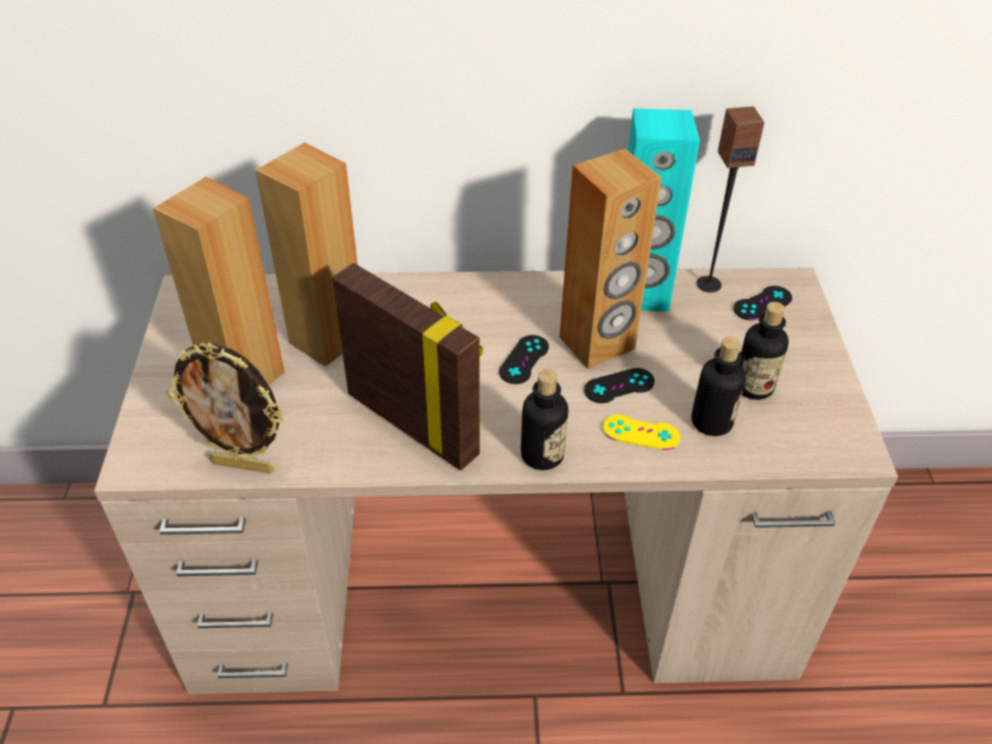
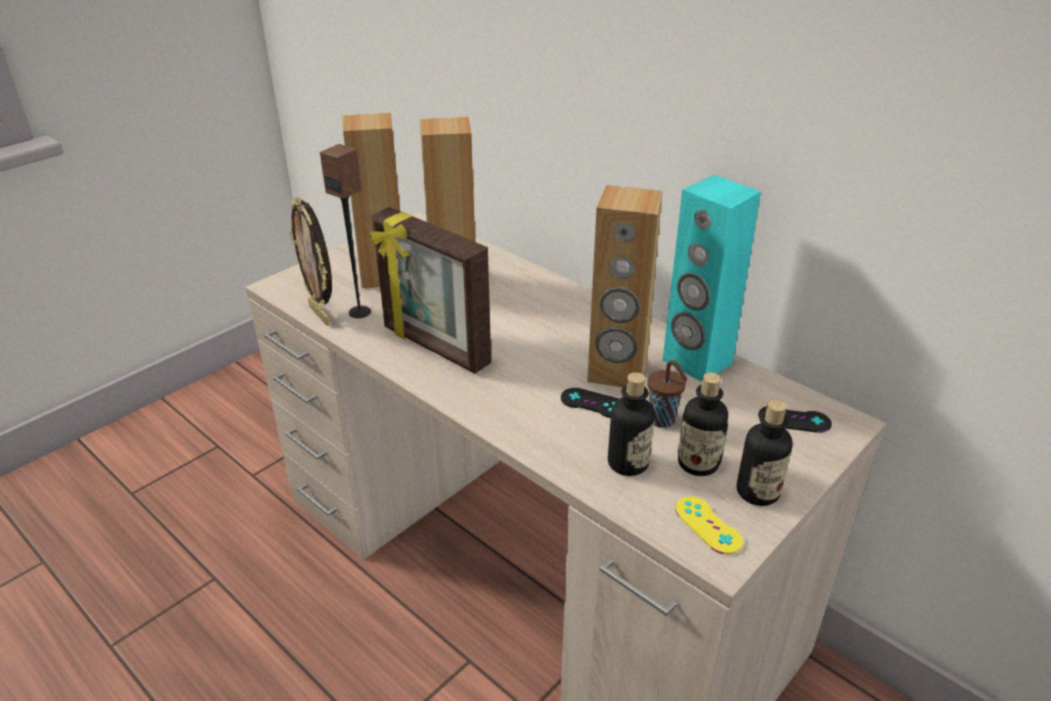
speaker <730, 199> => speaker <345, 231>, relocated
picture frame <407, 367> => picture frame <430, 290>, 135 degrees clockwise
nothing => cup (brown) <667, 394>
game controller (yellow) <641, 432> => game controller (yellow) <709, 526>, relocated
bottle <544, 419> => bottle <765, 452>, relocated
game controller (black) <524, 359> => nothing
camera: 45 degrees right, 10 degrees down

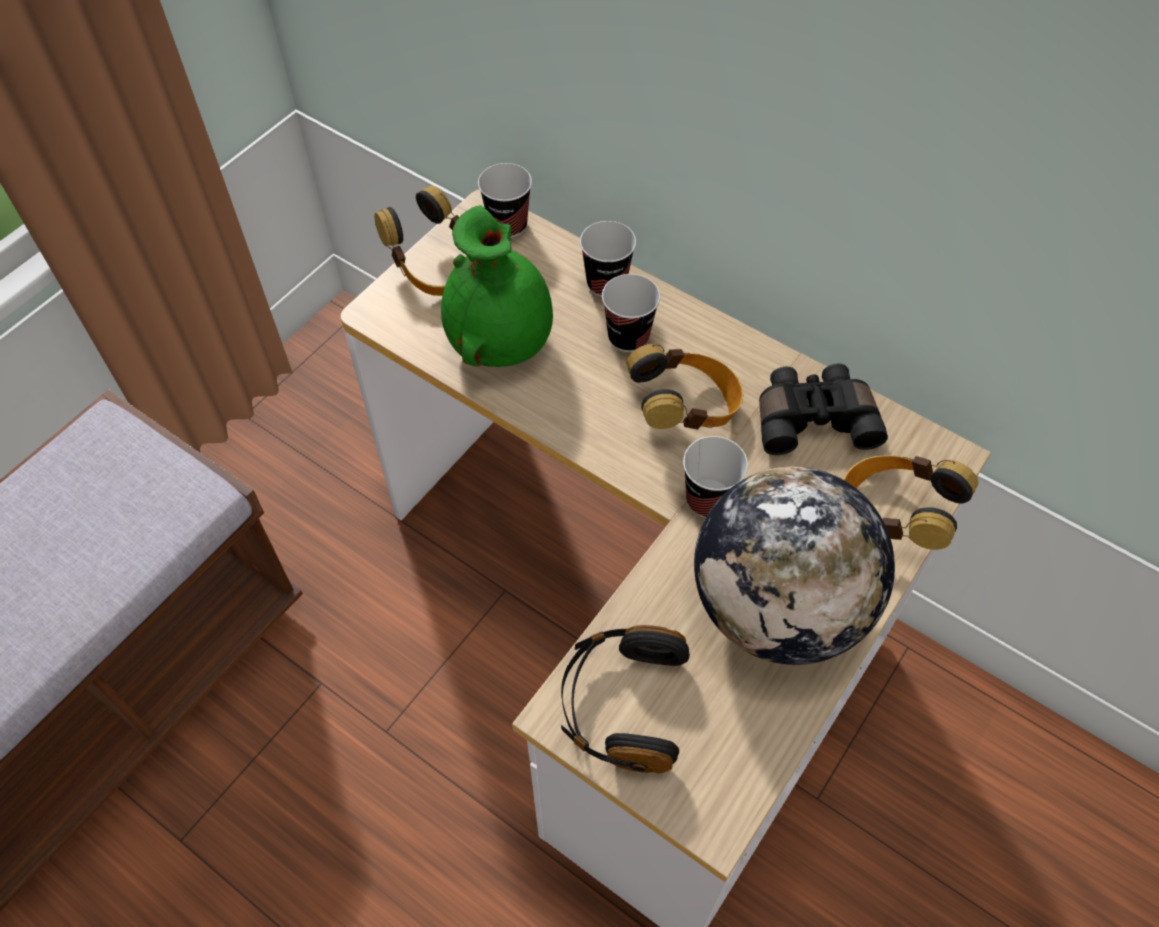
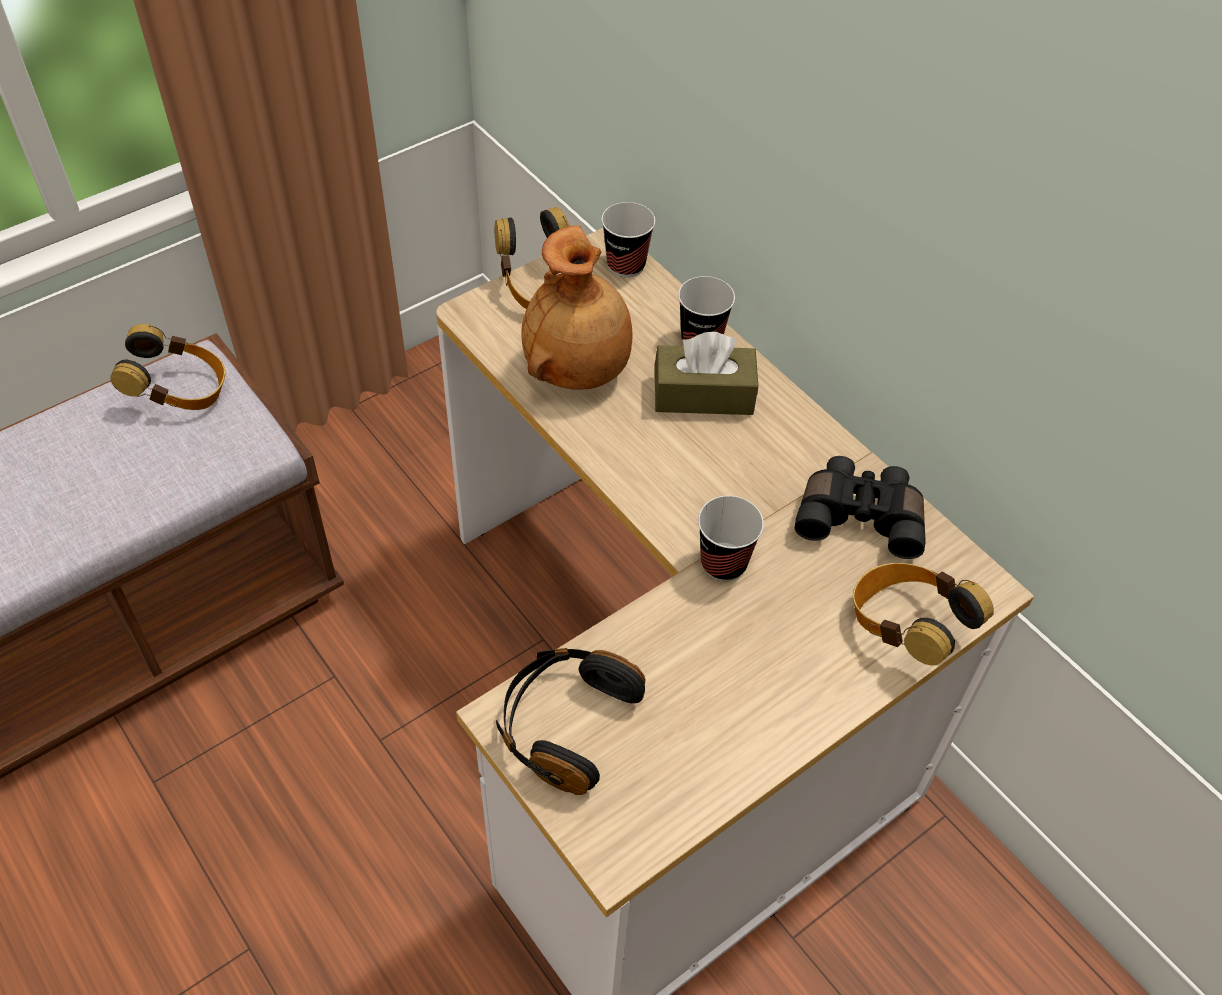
headphones <684, 387> => headphones <167, 367>, relocated
vase (green) <497, 286> => vase (brown) <577, 307>
cup <631, 313> => tissue box (brown) <706, 373>
globe <794, 565> => nothing
camera: 15 degrees right, 5 degrees down

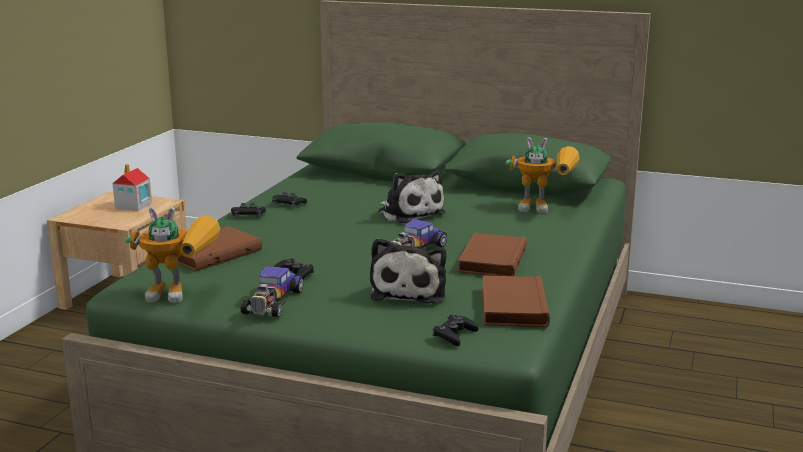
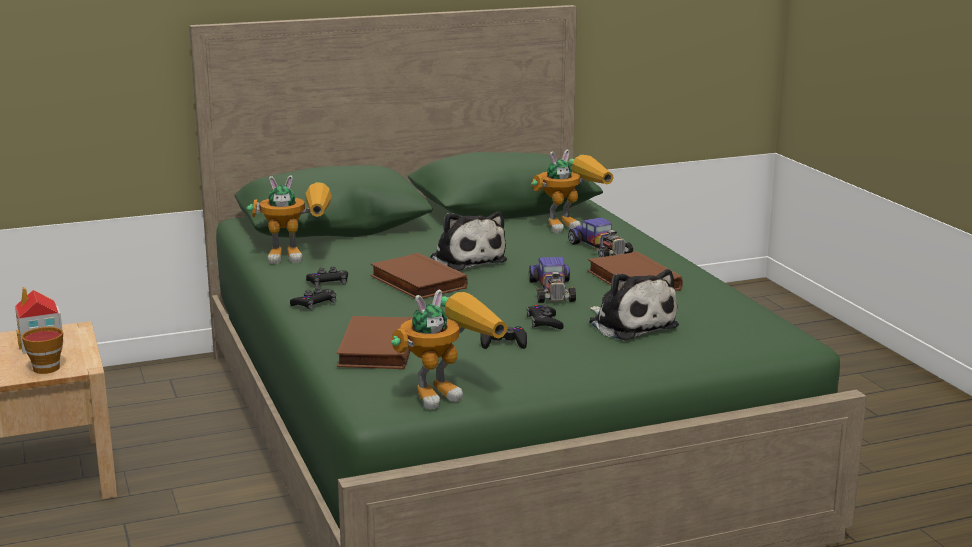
nothing => cup <42, 350>
nothing => toy robot <289, 219>
book (brown) <516, 301> => book (brown) <419, 276>, relocated
plush toy <412, 197> => plush toy <469, 241>, 45 degrees clockwise
game controller (black) <455, 330> => game controller (black) <545, 316>, relocated
toy car <272, 291> => toy car <600, 237>, relocated
camera: 40 degrees left, 0 degrees up

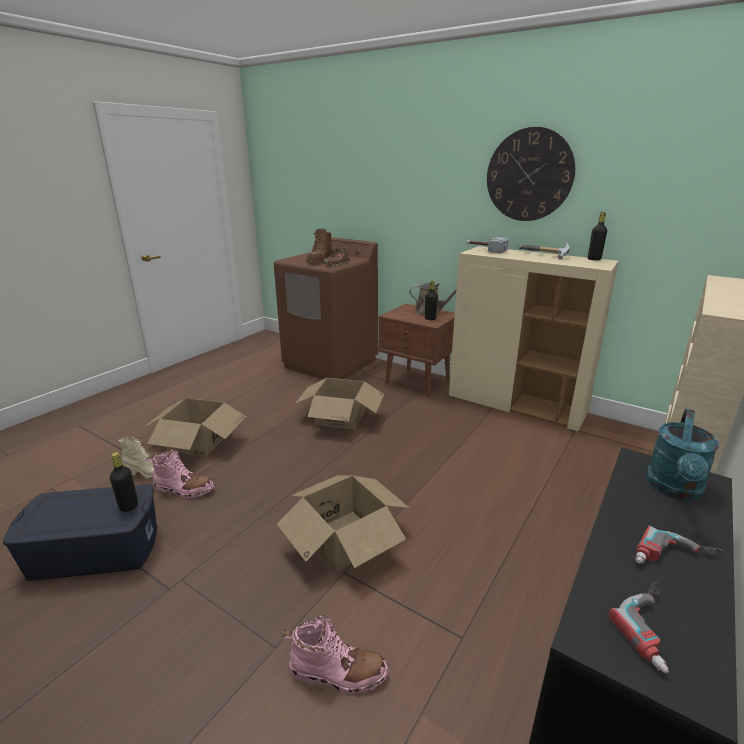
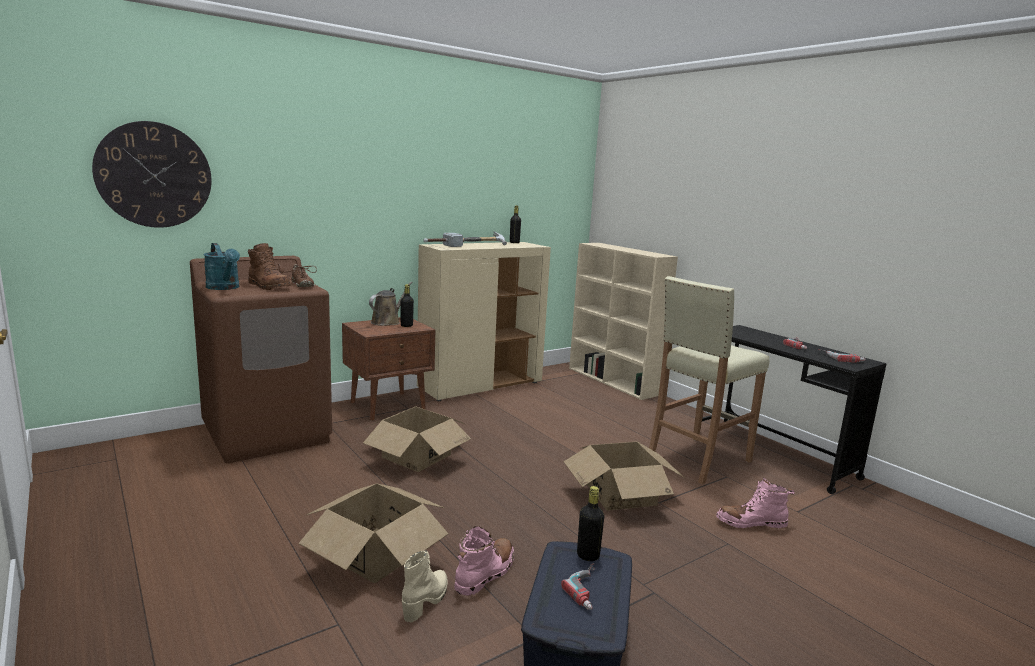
wall clock <531, 174> => wall clock <152, 174>, relocated
watering can (turquoise) <682, 454> => watering can (turquoise) <222, 266>, relocated
nothing => power drill <578, 586>
nothing => stool (beige) <709, 380>
boot (pink) <335, 654> => boot (pink) <755, 503>, 120 degrees counterclockwise
camera: 70 degrees left, 10 degrees down

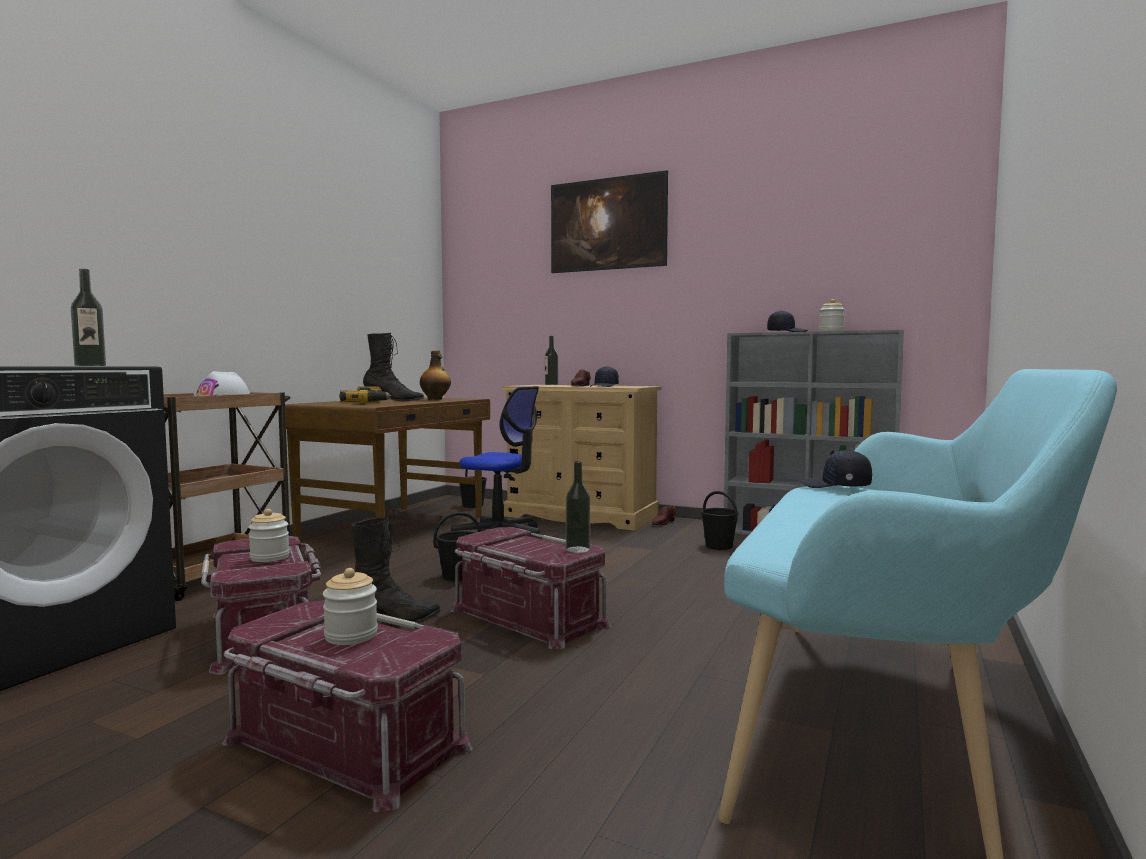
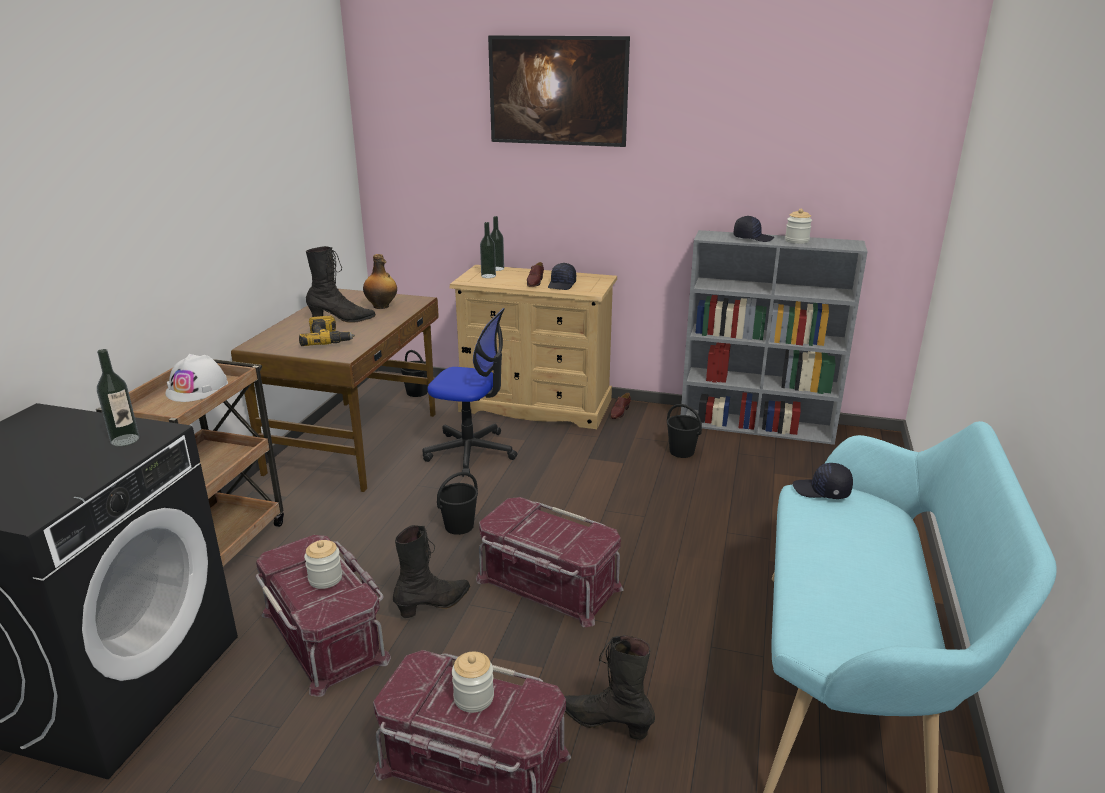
bottle <578, 507> => bottle <488, 250>, relocated
nothing => boot (black) <609, 687>
camera: 10 degrees left, 20 degrees up

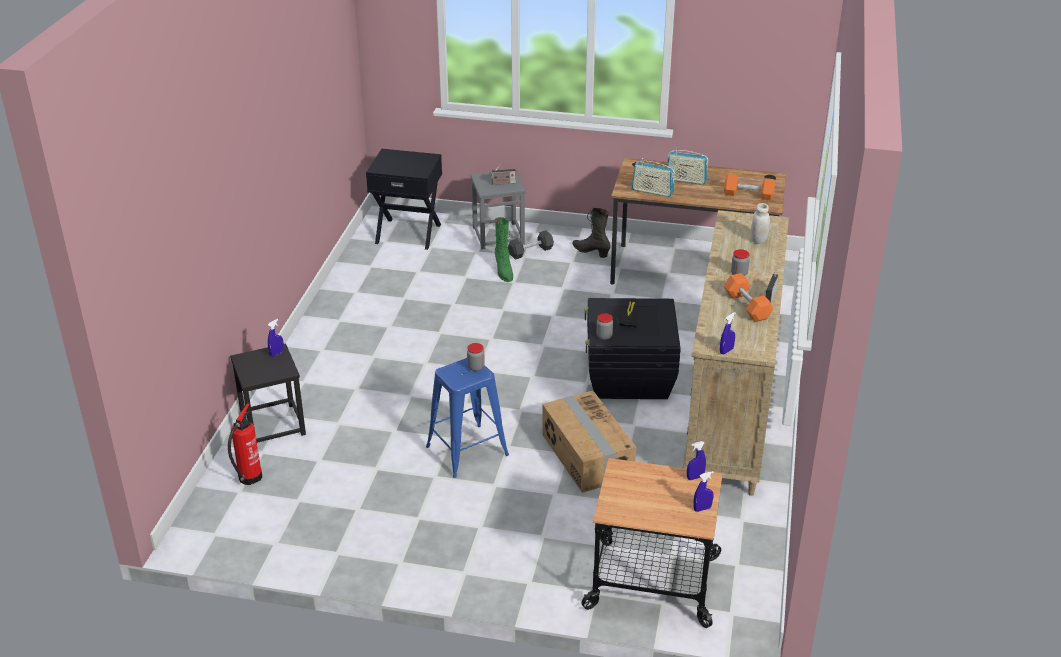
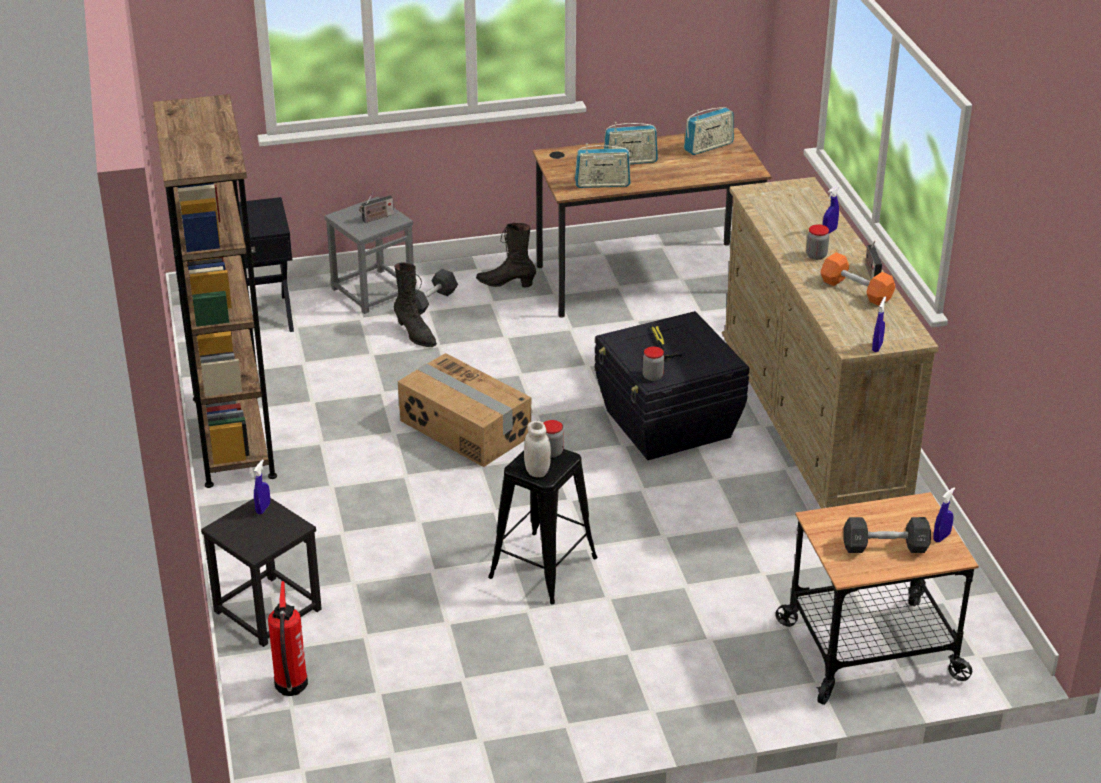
nothing => bookcase (brown) <215, 291>
boot (green) <504, 249> => boot (black) <415, 304>
cardboard box <589, 442> => cardboard box <464, 410>, relocated
stool (blue) <467, 418> => stool (black) <542, 526>
jar (white) <760, 223> => jar (white) <537, 449>, relocated
nothing => radio <709, 131>
spray bottle (blue) <696, 460> => spray bottle (blue) <831, 210>, relocated
nothing => dumbbell (black) <887, 535>
dumbbell (orange) <749, 187> => nothing
camera: 25 degrees left, 0 degrees up

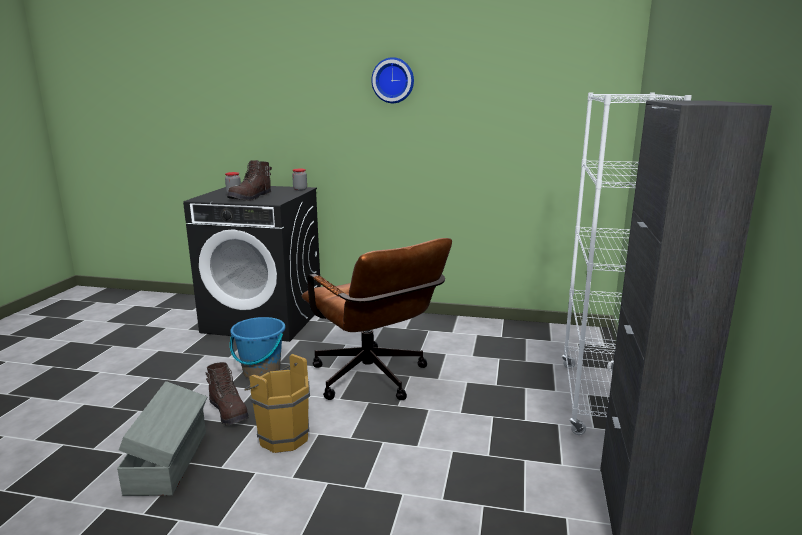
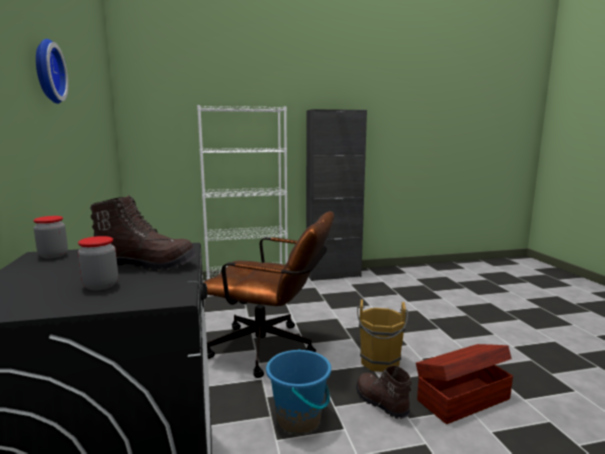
office chair (brown) <377, 319> => office chair (brown) <268, 294>, 75 degrees clockwise
boot (brown) <227, 394> => boot (brown) <384, 392>, 60 degrees counterclockwise
storage box (grey) <162, 438> => storage box (brown) <464, 384>
camera: 115 degrees left, 5 degrees down

